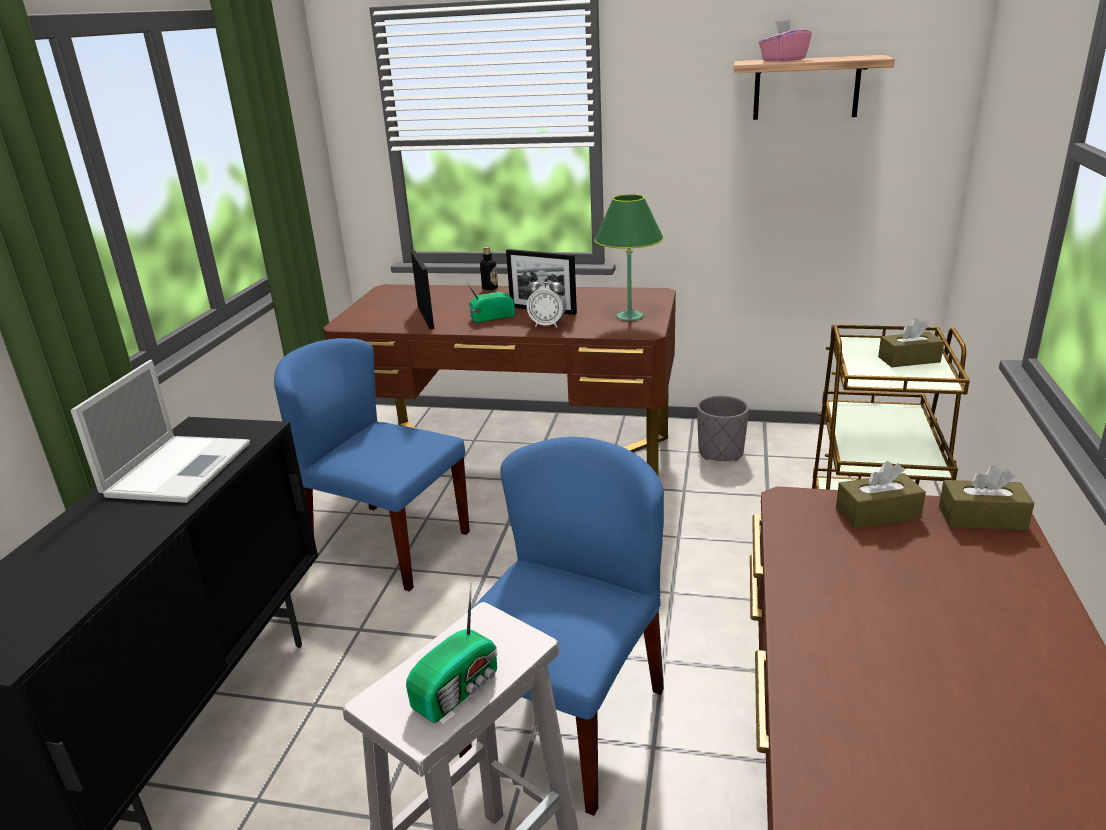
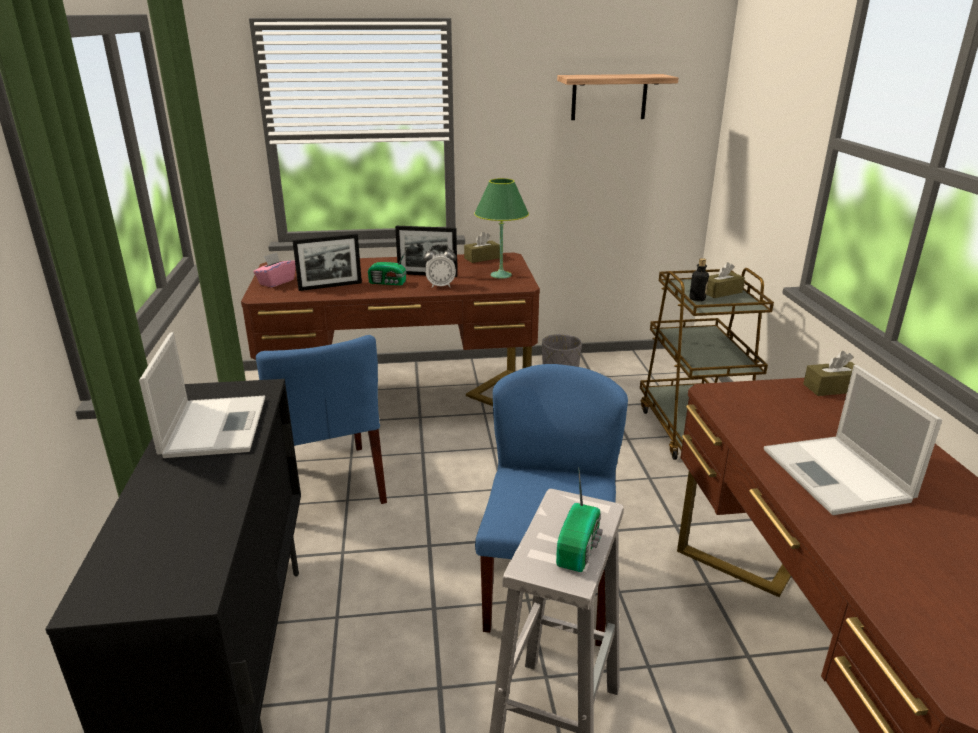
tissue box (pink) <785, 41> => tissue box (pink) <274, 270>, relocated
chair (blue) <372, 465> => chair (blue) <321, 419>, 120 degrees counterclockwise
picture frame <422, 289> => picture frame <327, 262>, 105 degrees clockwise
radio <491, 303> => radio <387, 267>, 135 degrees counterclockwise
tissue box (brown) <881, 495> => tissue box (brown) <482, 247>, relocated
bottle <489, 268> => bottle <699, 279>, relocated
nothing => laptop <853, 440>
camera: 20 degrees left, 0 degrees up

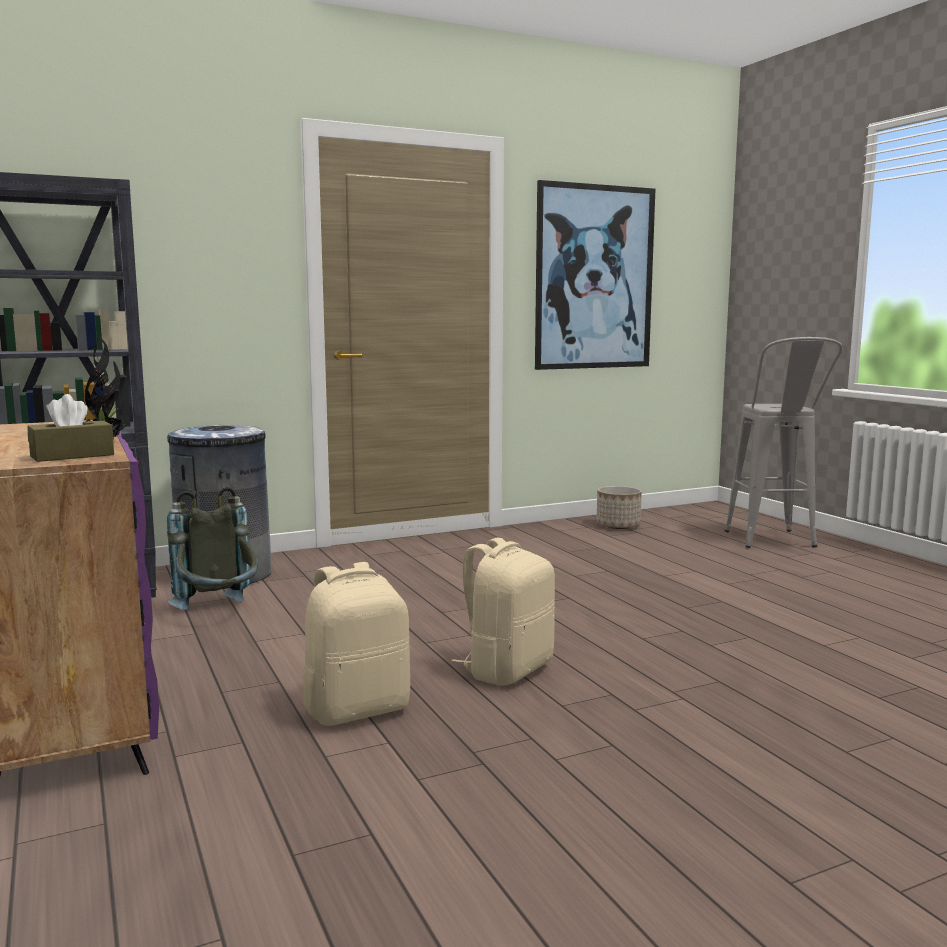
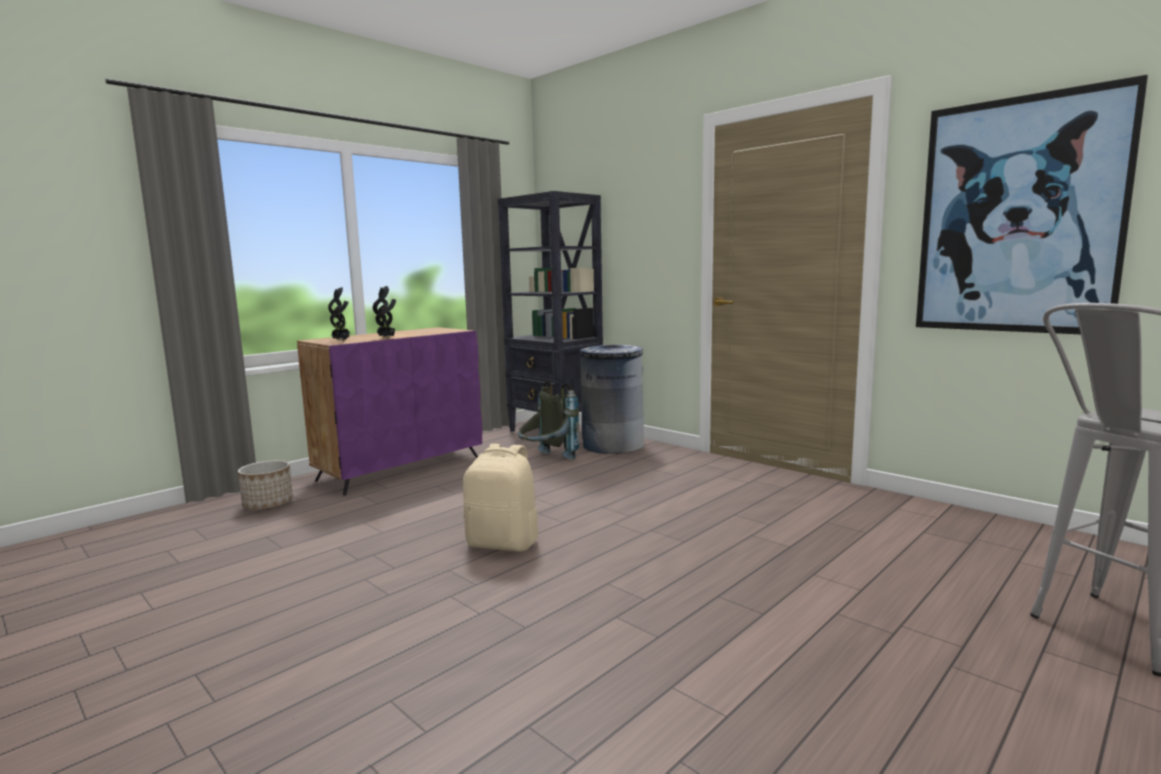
planter <619, 507> => planter <265, 485>, relocated
tissue box (brown) <70, 428> => potted plant <338, 314>
backpack (beige) <356, 644> => nothing
camera: 70 degrees right, 0 degrees up

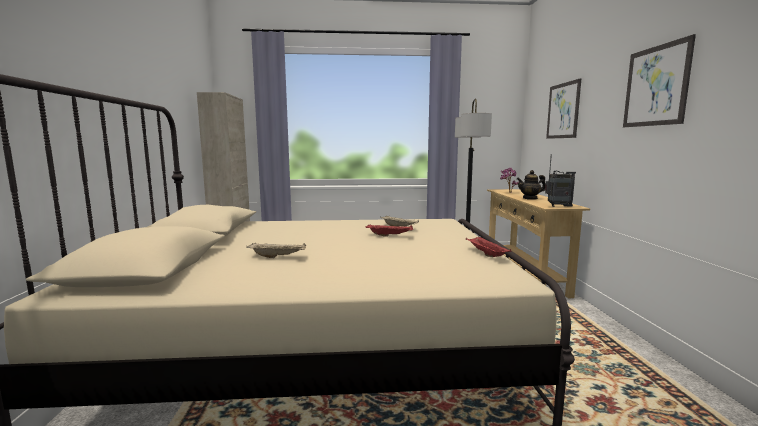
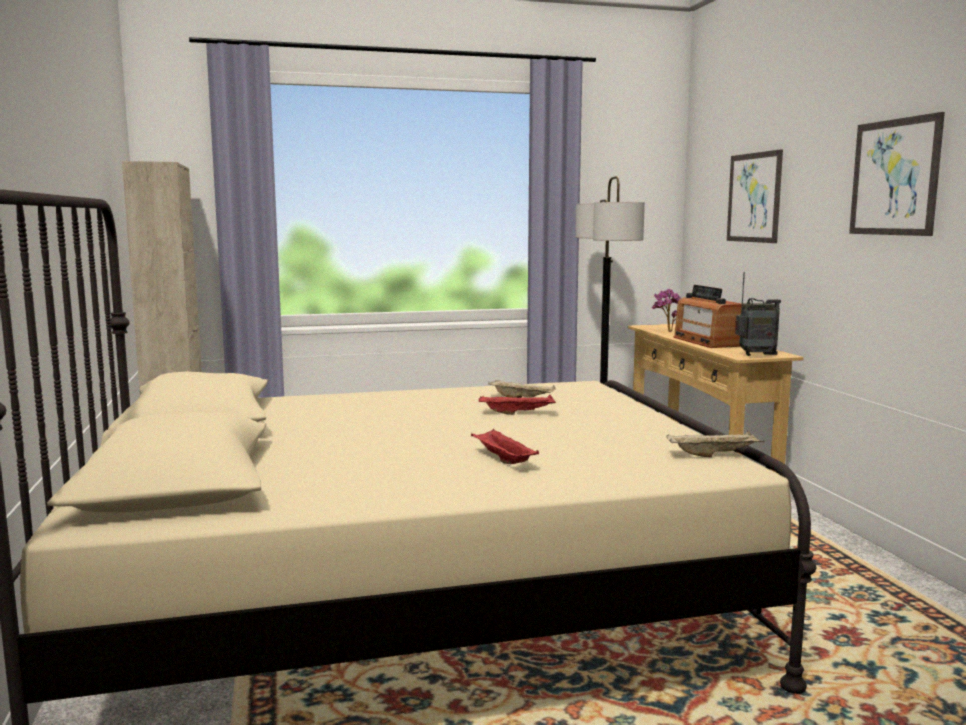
tray (red) <488, 246> => tray (red) <505, 446>, relocated
tray (beige) <276, 250> => tray (beige) <715, 444>, relocated
teapot <531, 185> => radio <707, 316>
camera: 10 degrees left, 0 degrees up

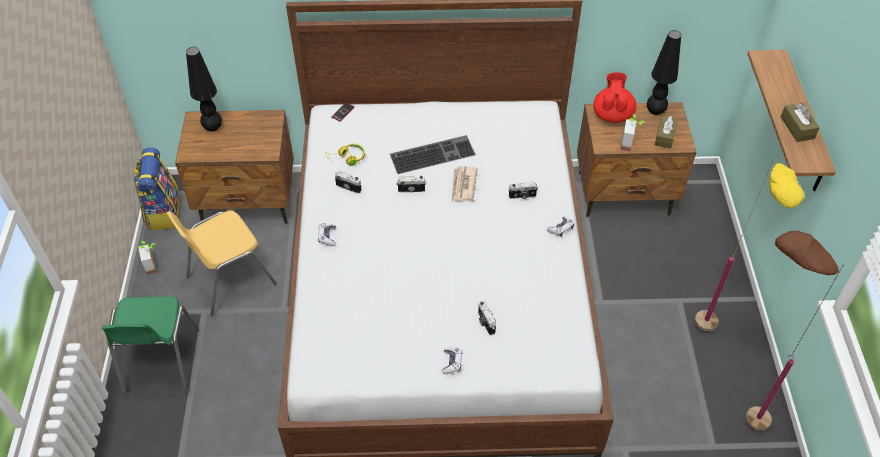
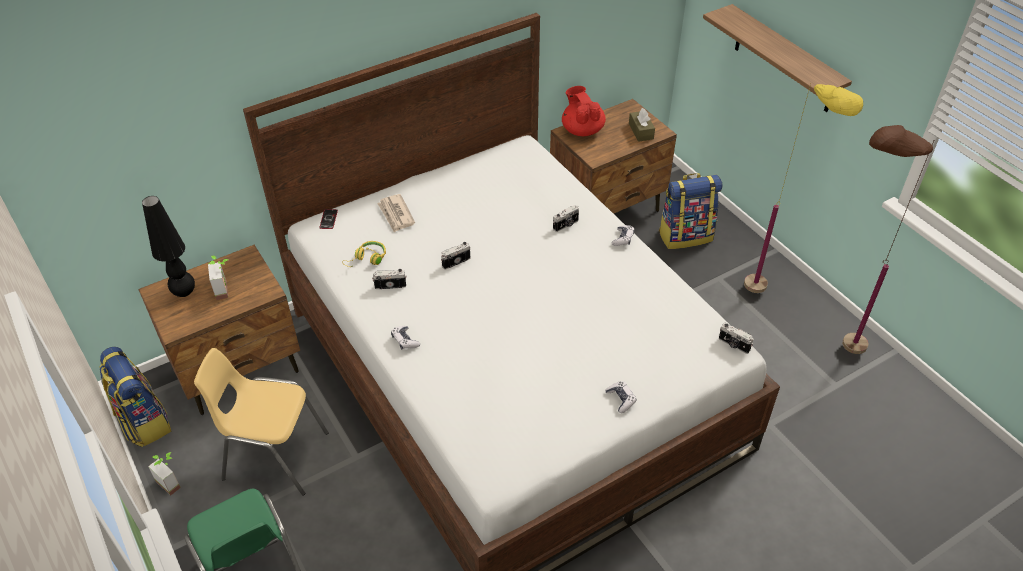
chair (yellow) <222, 263> => chair (yellow) <261, 421>, 75 degrees clockwise
potted plant <633, 132> => potted plant <218, 278>, relocated
newspaper <465, 184> => newspaper <396, 213>, relocated
nothing => backpack <690, 211>
photo camera <487, 318> => photo camera <736, 338>, relocated
keyboard <433, 154> => nothing
table lamp (black) <664, 72> => nothing
tissue box (brown) <800, 122> => nothing
camera: 30 degrees left, 5 degrees down

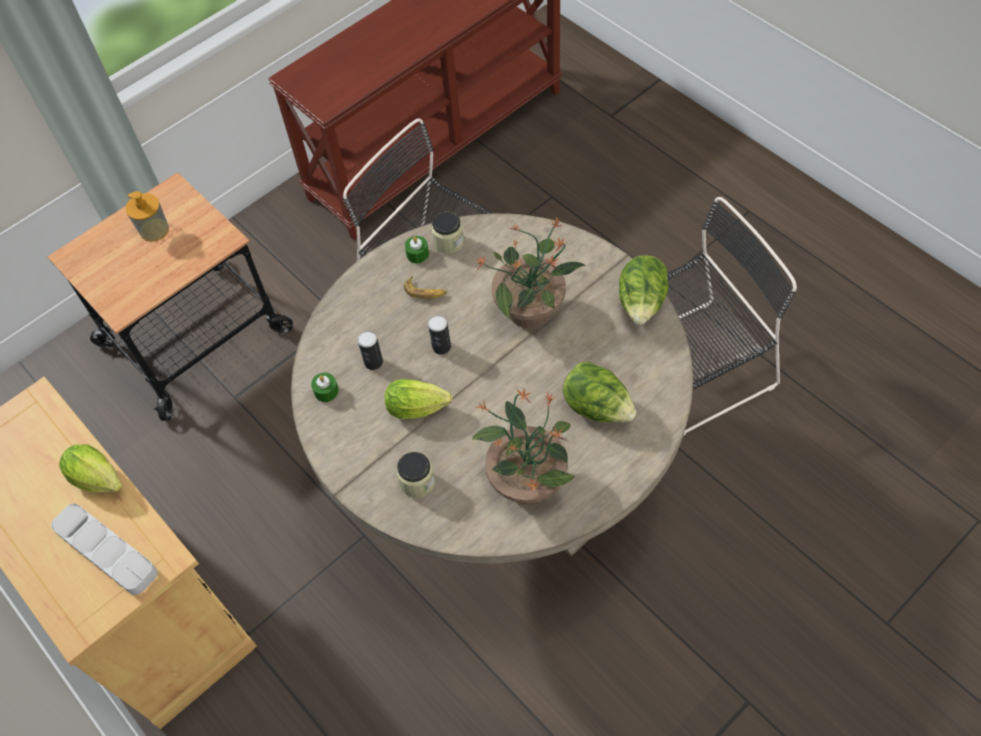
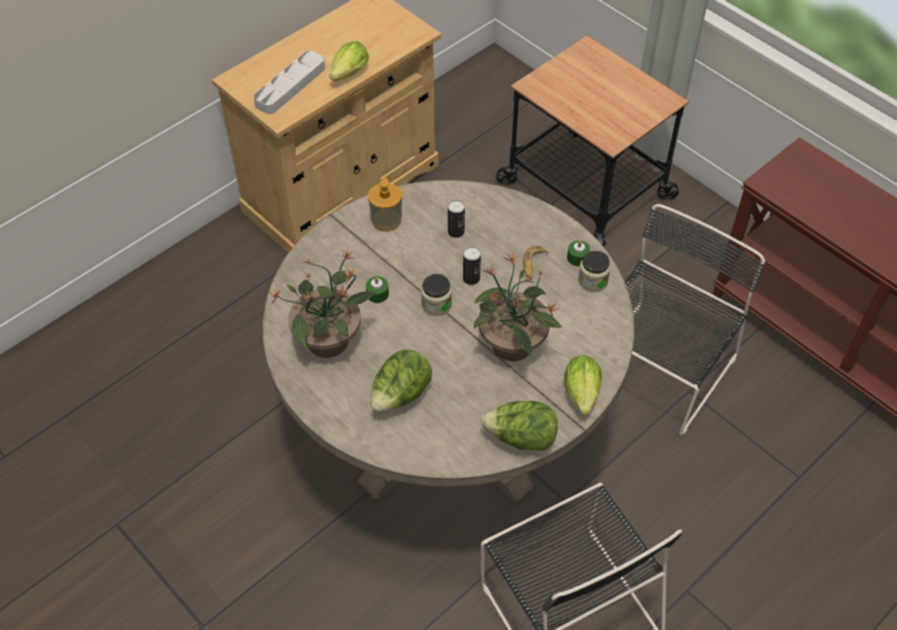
candle (green) <325, 387> => candle (green) <377, 289>, relocated
soap dispenser <147, 216> => soap dispenser <385, 204>, relocated
jar <416, 475> => jar <436, 295>, relocated
lettuce <418, 399> => lettuce <583, 385>, relocated
camera: 85 degrees right, 5 degrees down

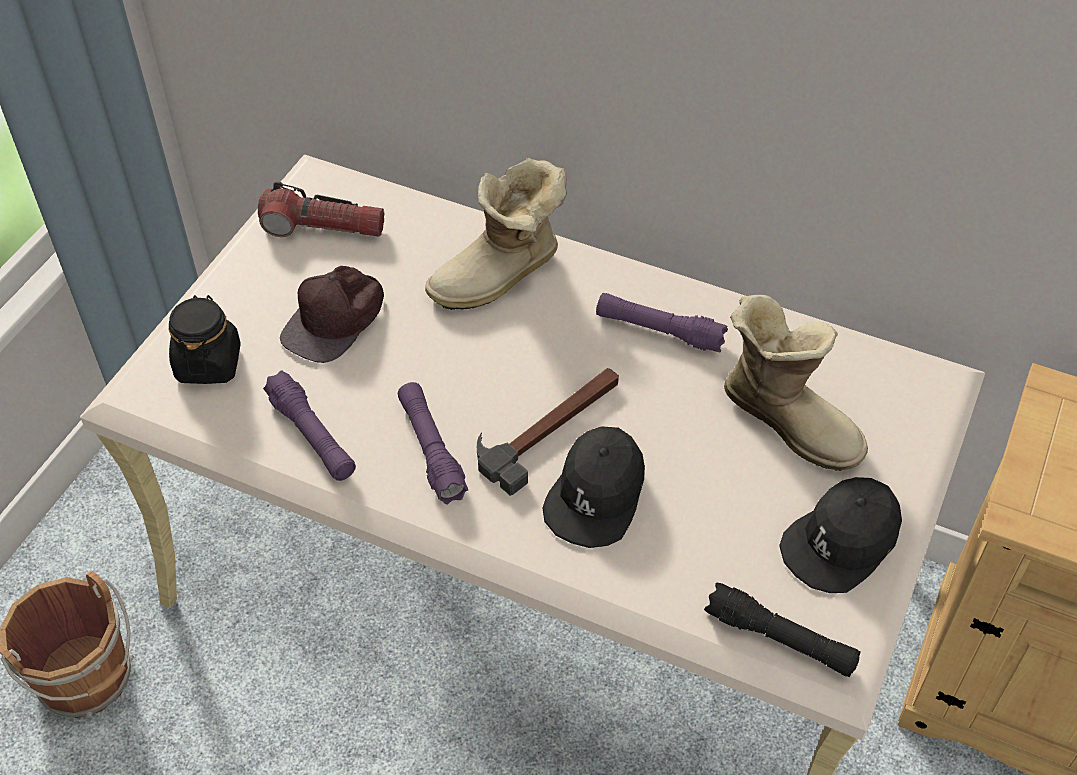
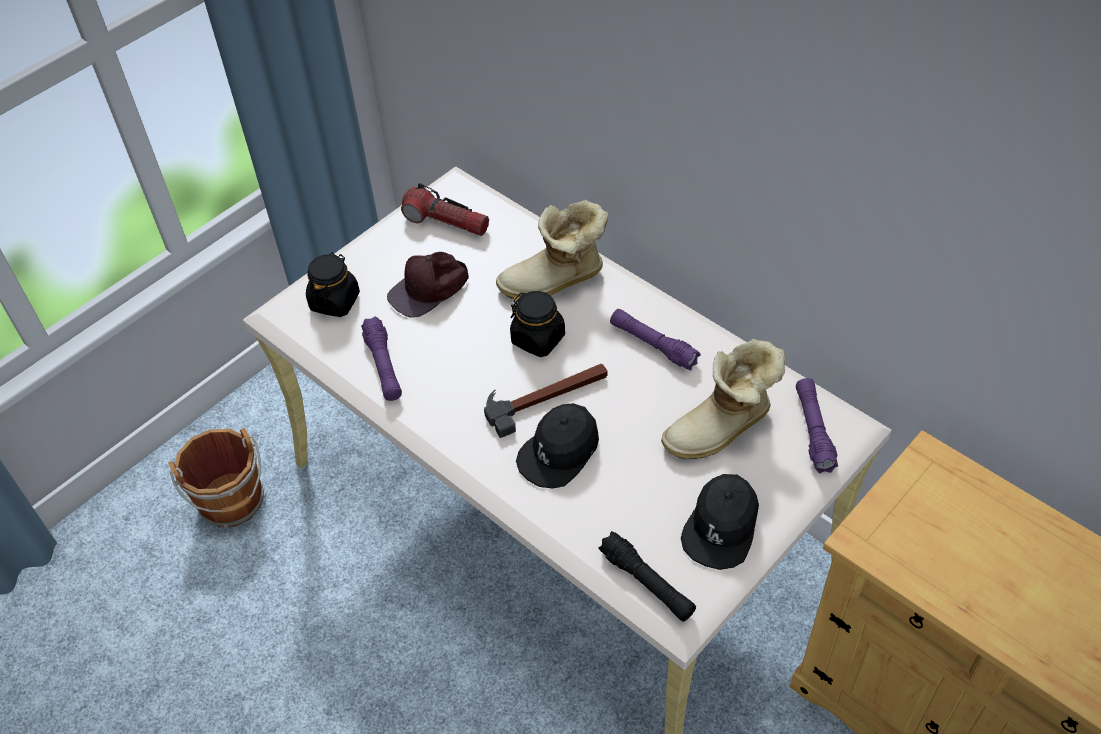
nothing => jar (black) <537, 324>
boot <796, 383> => boot <723, 399>, 90 degrees clockwise
cap (black) <840, 535> => cap (black) <720, 522>, 45 degrees counterclockwise
flashlight (purple) <433, 443> => flashlight (purple) <817, 425>, relocated
camera: 20 degrees right, 0 degrees up

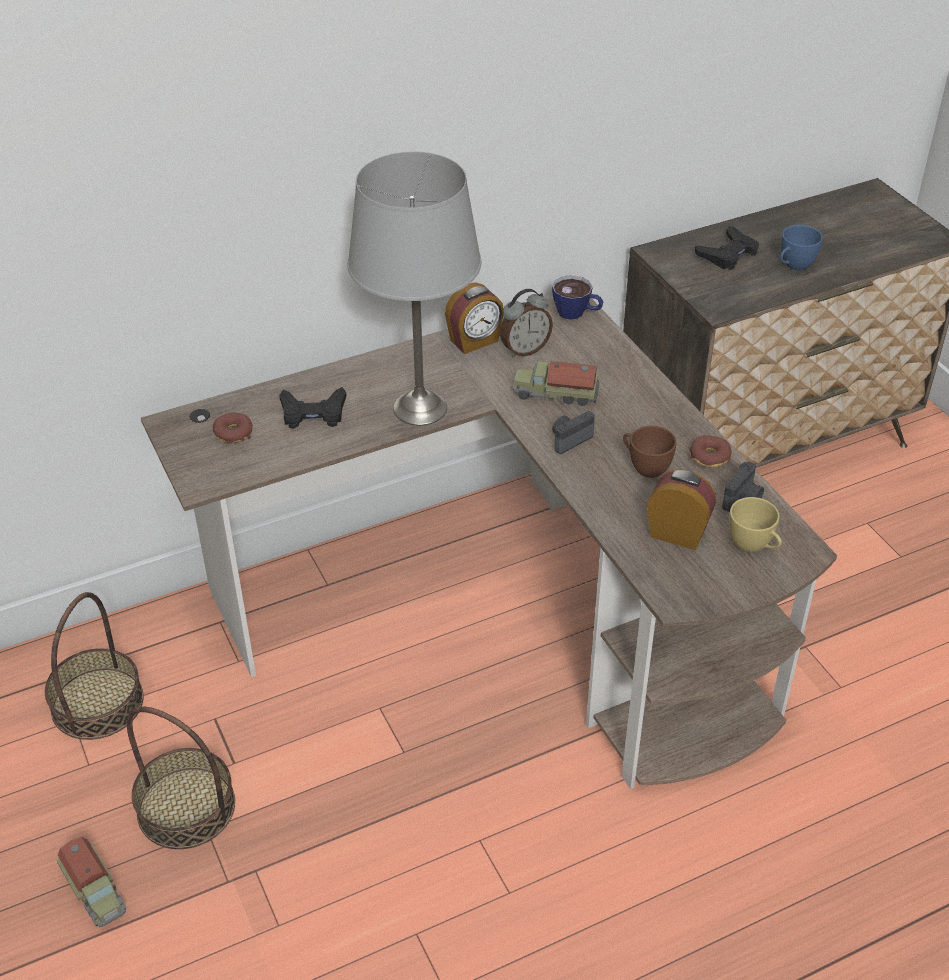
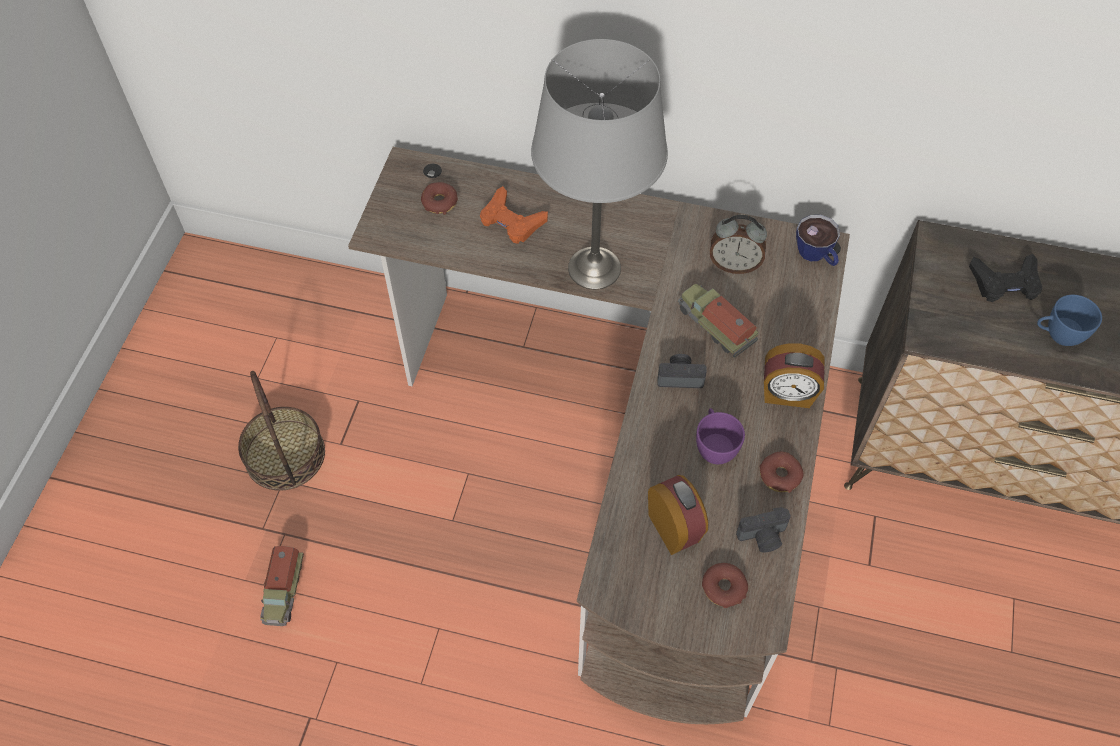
toy truck <91, 882> => toy truck <282, 586>, relocated
game controller (black) <312, 408> => game controller (orange) <514, 215>
cup (brown) <650, 452> => cup (purple) <720, 436>
cup (yellow) <755, 524> => donut <725, 585>
alarm clock <474, 318> => alarm clock <794, 375>, relocated
basket <94, 666> => nothing
camera: 40 degrees right, 15 degrees up

